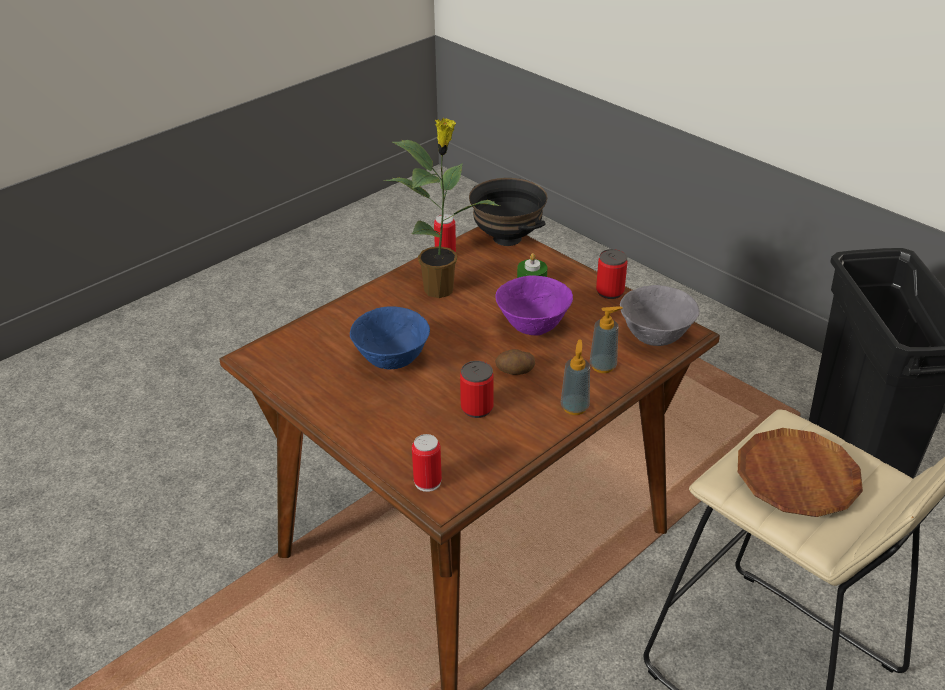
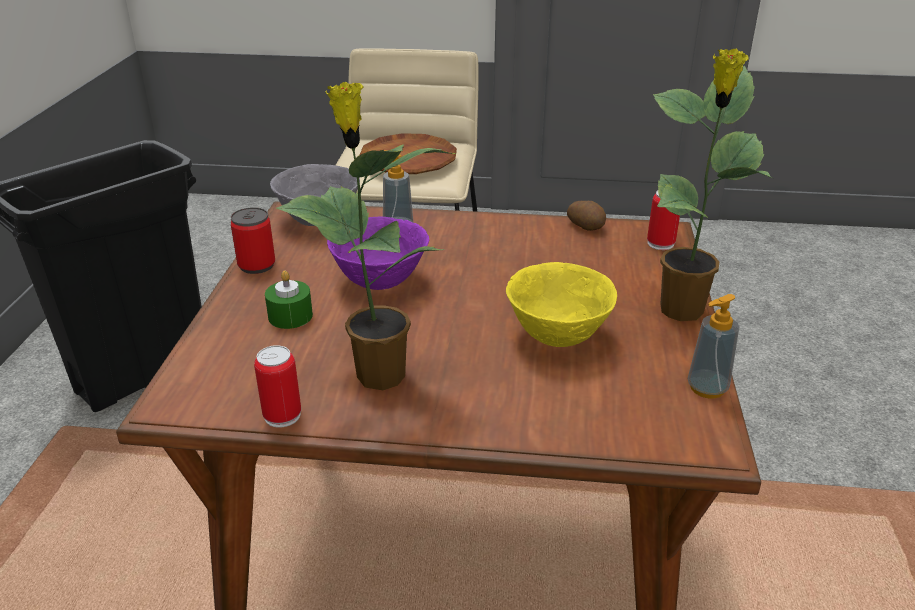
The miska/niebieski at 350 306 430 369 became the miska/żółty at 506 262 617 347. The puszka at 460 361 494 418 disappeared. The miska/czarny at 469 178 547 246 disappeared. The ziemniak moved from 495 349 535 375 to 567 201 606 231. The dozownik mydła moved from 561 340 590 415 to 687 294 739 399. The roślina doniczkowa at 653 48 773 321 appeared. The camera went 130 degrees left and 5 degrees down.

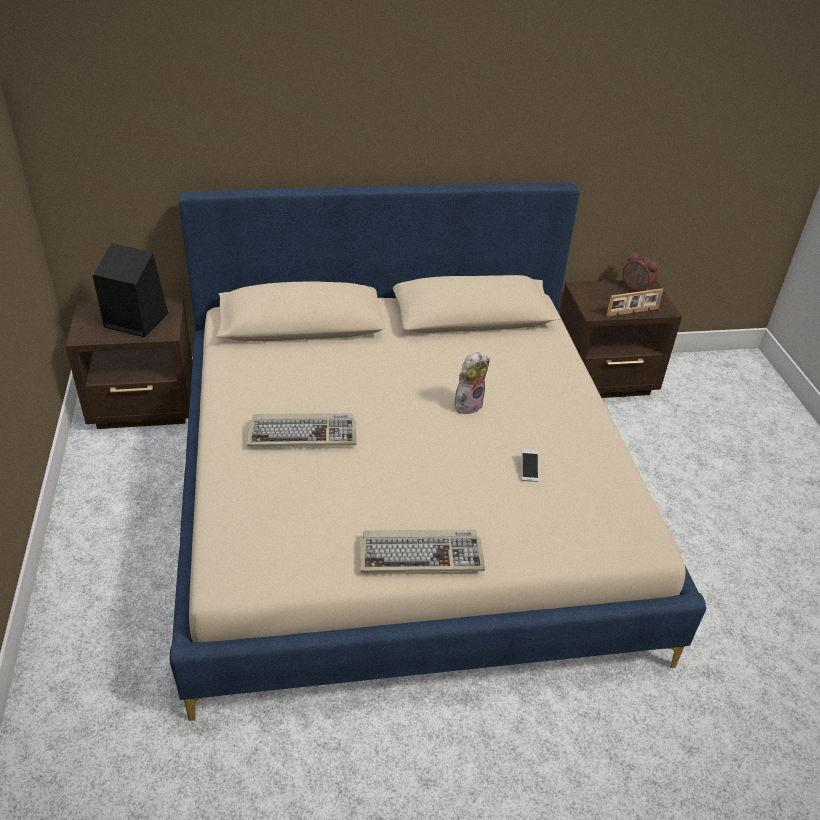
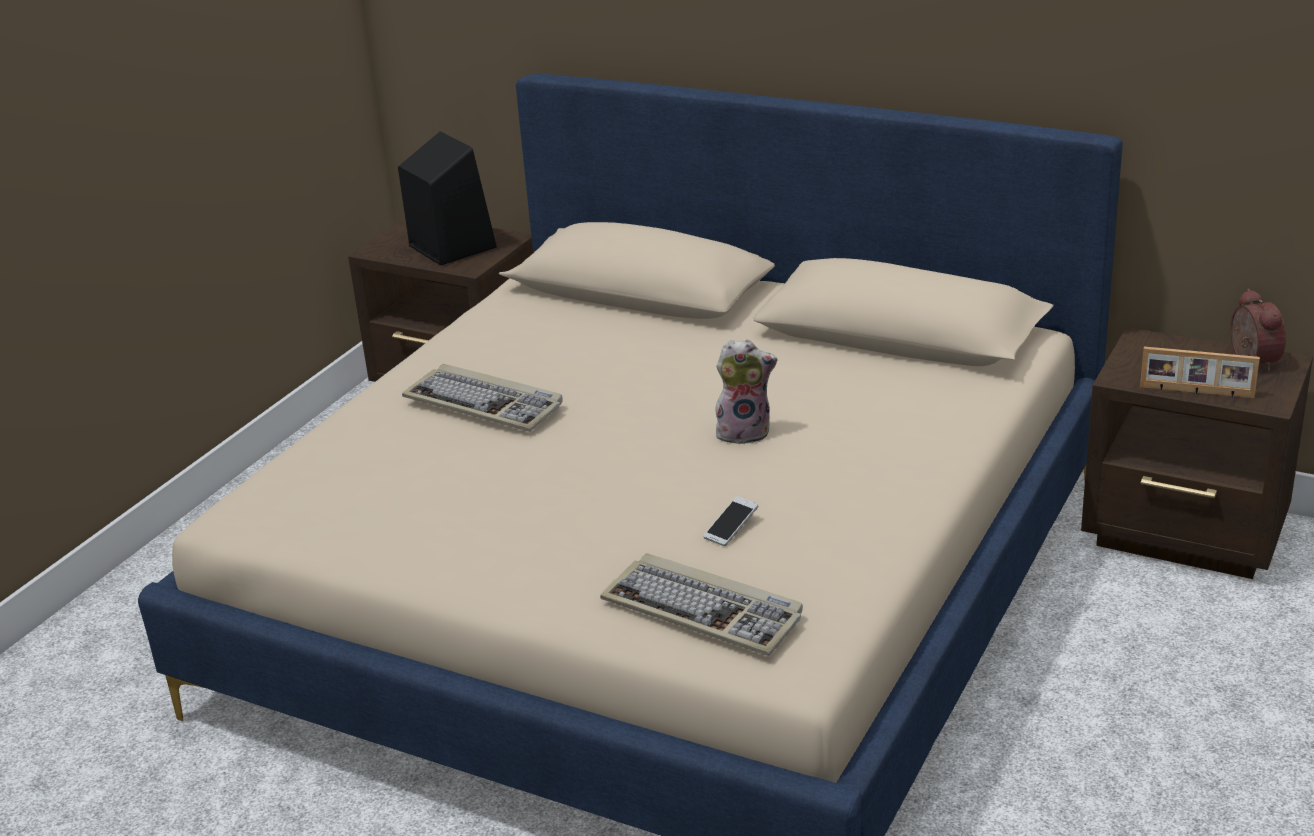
The klawiatura moved from 360 529 485 573 to 600 553 803 656. The camera went 40 degrees right and 10 degrees down.

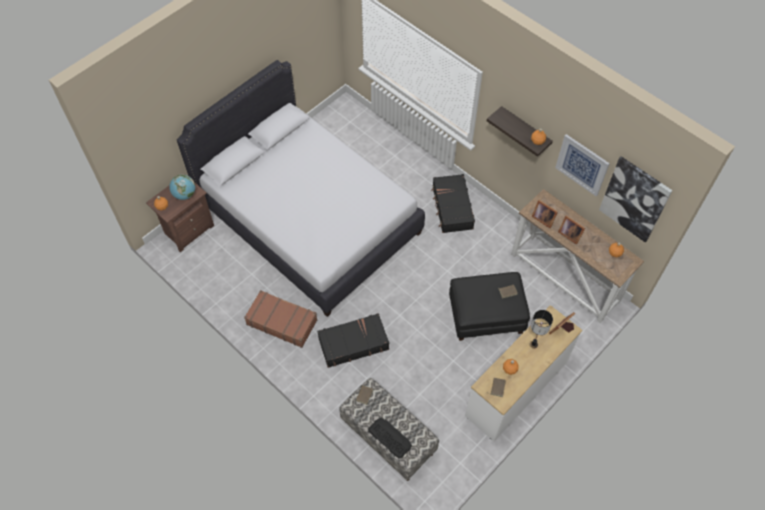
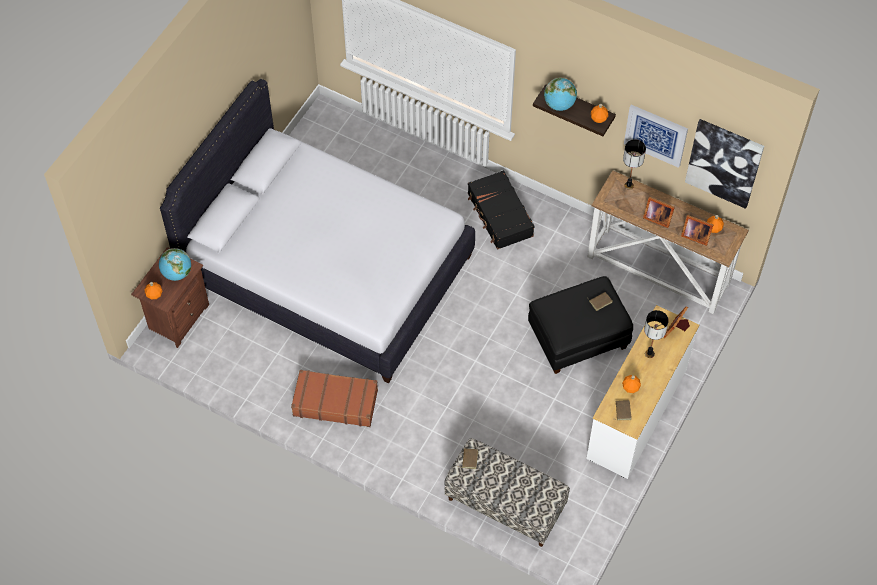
The walizka/czarny at 318 313 389 368 disappeared. The klawiatura at 368 418 412 458 disappeared. The ramka na zdjęcie moved from 531 200 558 228 to 681 215 714 246. The globus at 544 78 577 111 appeared. The lampa stołowa at 623 139 646 190 appeared. The camera went 15 degrees left and 0 degrees up.

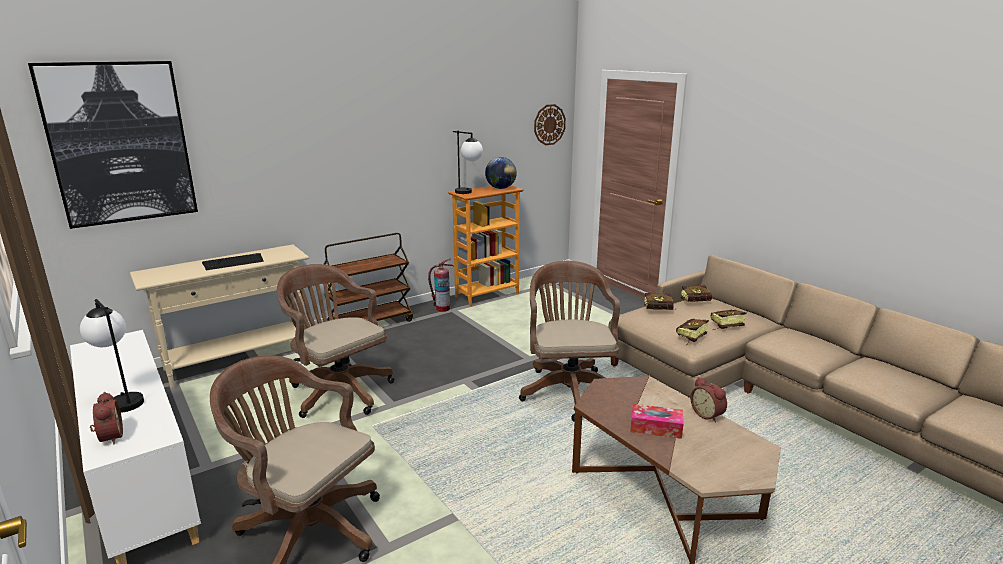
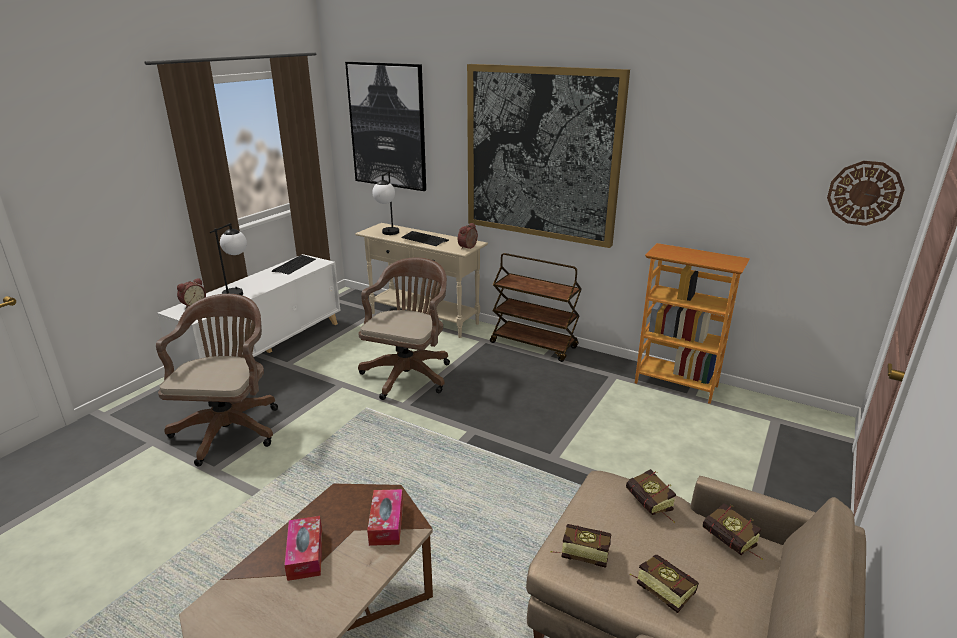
The gaśnica at 428 259 454 312 disappeared. The lampa stołowa moved from 453 131 483 194 to 372 170 399 235. The globus at 485 157 517 189 disappeared. The krzesło biurowe/brązowy at 519 261 620 421 disappeared. The budzik moved from 690 377 727 423 to 458 223 478 249. The klawiatura at 272 255 316 275 appeared. The pudełko chusteczek at 367 489 403 546 appeared. The obraz at 467 64 630 248 appeared. The camera went 65 degrees right and 5 degrees up.

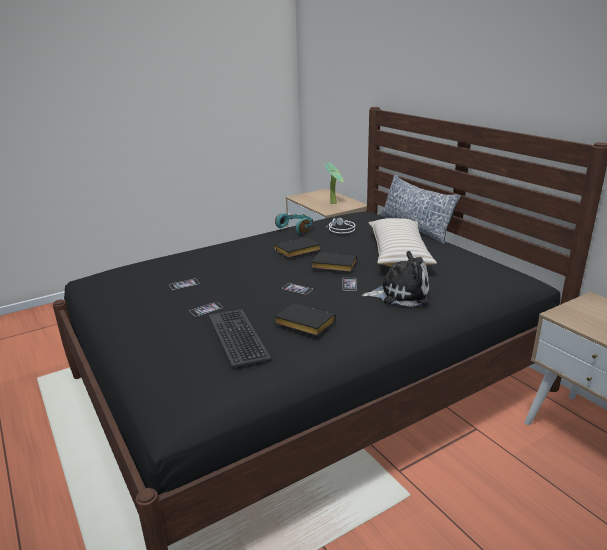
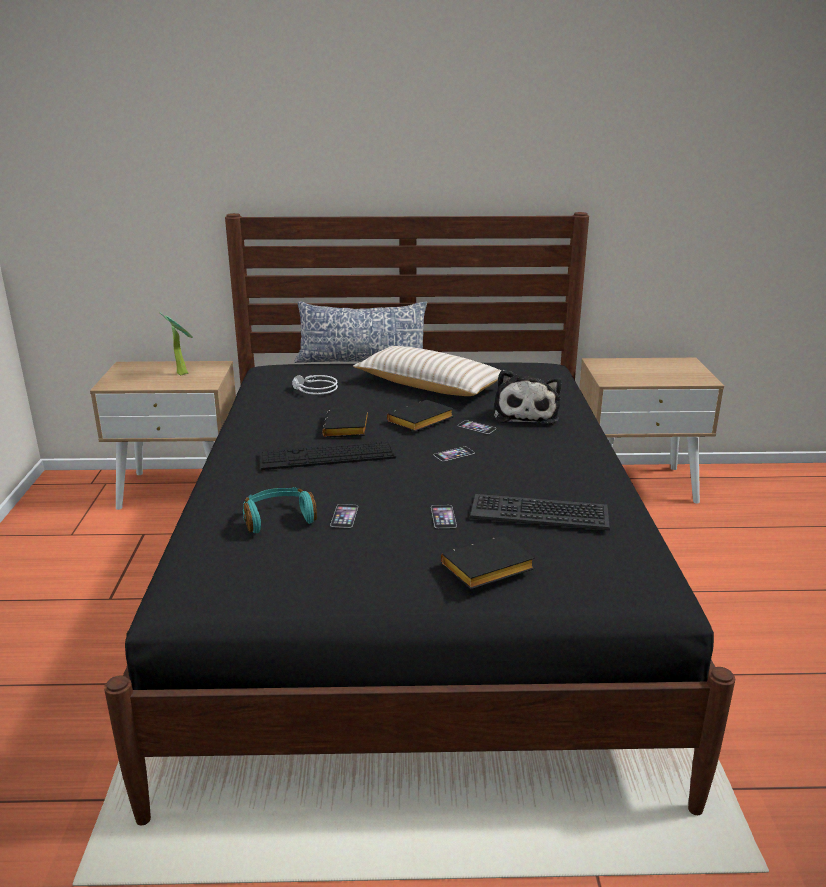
The książka/czarny moved from 274 303 336 336 to 441 535 535 590. The słuchawki/turkusowy moved from 275 213 313 234 to 243 487 317 533. The pluszak at 362 251 429 307 turned 150 degrees clockwise. The klawiatura at 260 441 396 470 appeared. The camera went 60 degrees left and 0 degrees up.

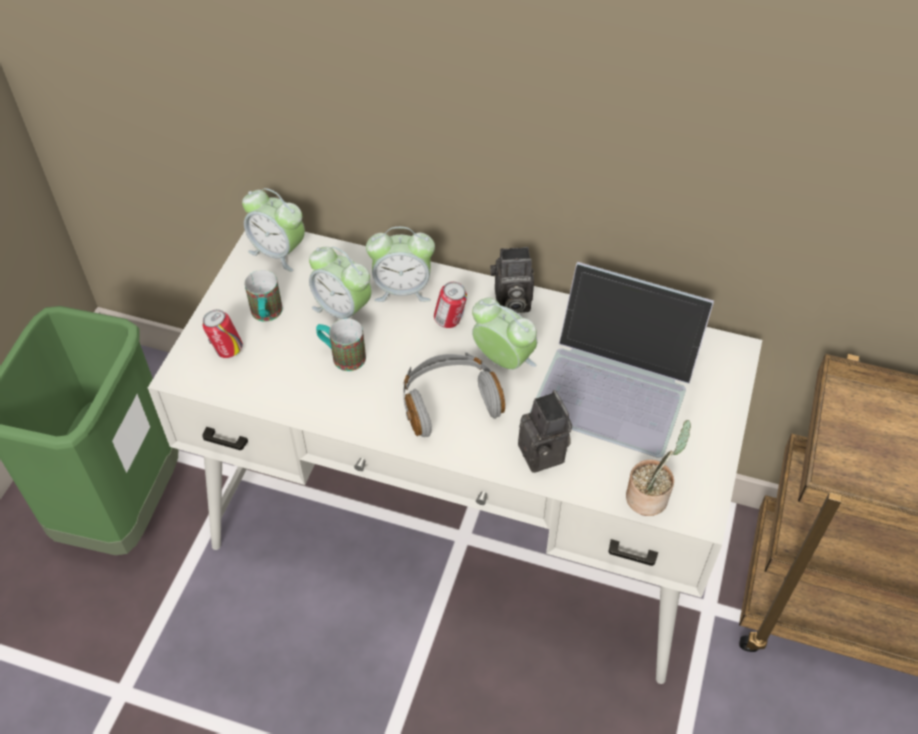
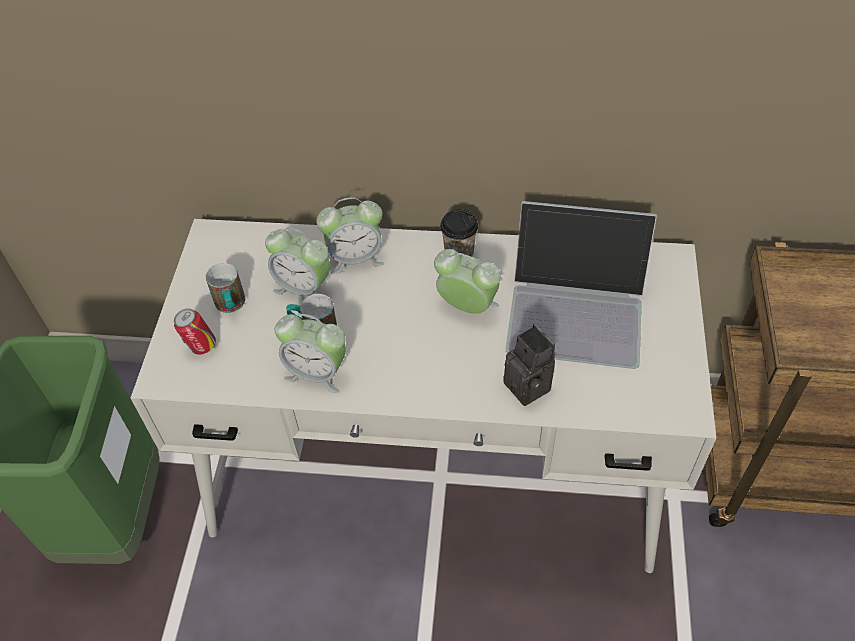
The budzik moved from 242 188 305 272 to 275 314 346 393. The słuchawki/szary at 403 352 505 437 disappeared. The puszka at 434 282 467 328 disappeared. The aparat fotograficzny at 490 247 534 313 was replaced by the filiżanka at 440 209 478 257. The roślina doniczkowa at 626 420 691 516 disappeared. The camera went 10 degrees left and 0 degrees up.

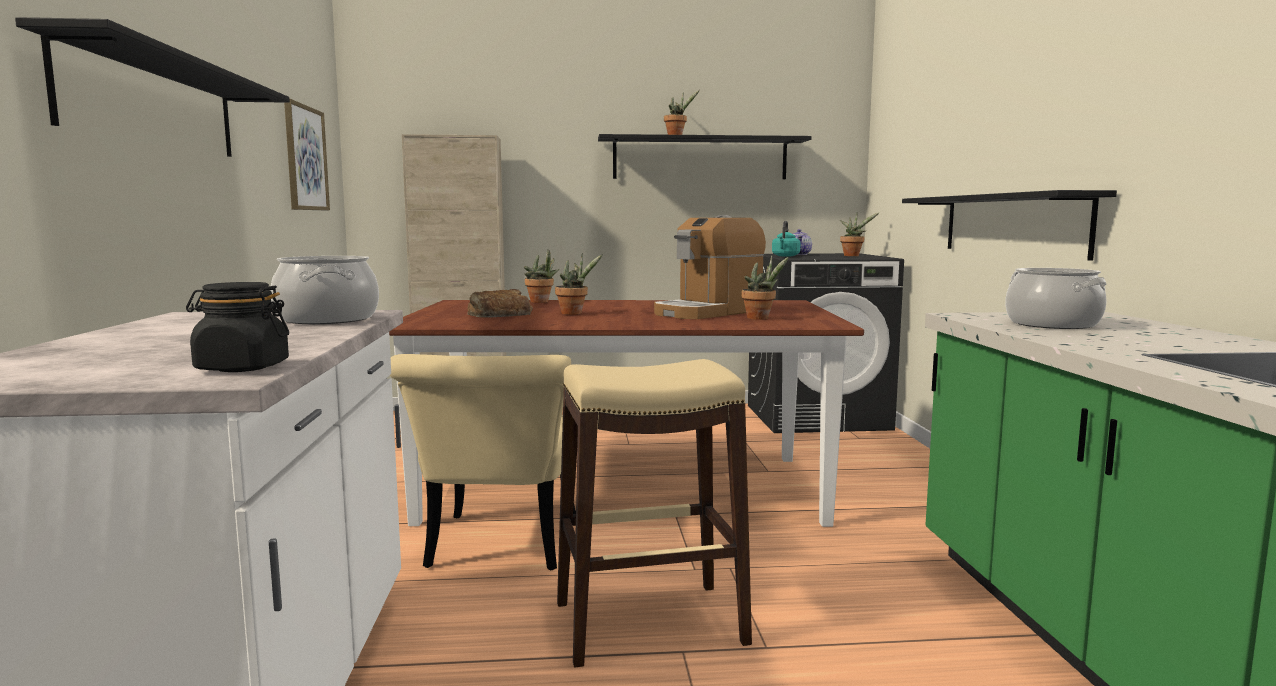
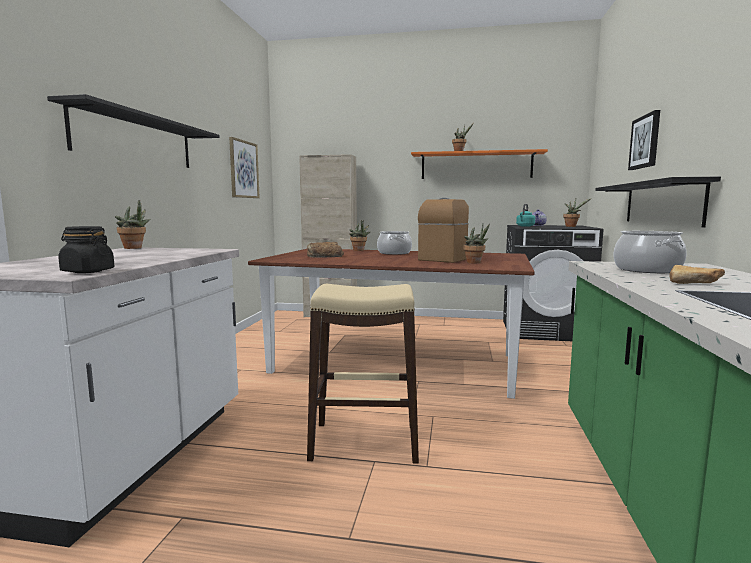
The garnek moved from 270 256 379 324 to 377 231 412 255. The krzesło/beżowy at 390 354 576 570 disappeared. The roślina doniczkowa moved from 555 253 603 315 to 115 200 151 249. The półka/czarny at 598 134 812 179 became the półka/pomarańczowy at 411 149 548 179. The ekspres do kawy at 654 215 766 319 turned 150 degrees clockwise. The obraz at 628 110 660 170 appeared. The chleb at 669 265 725 284 appeared. The camera went 15 degrees right and 0 degrees up.

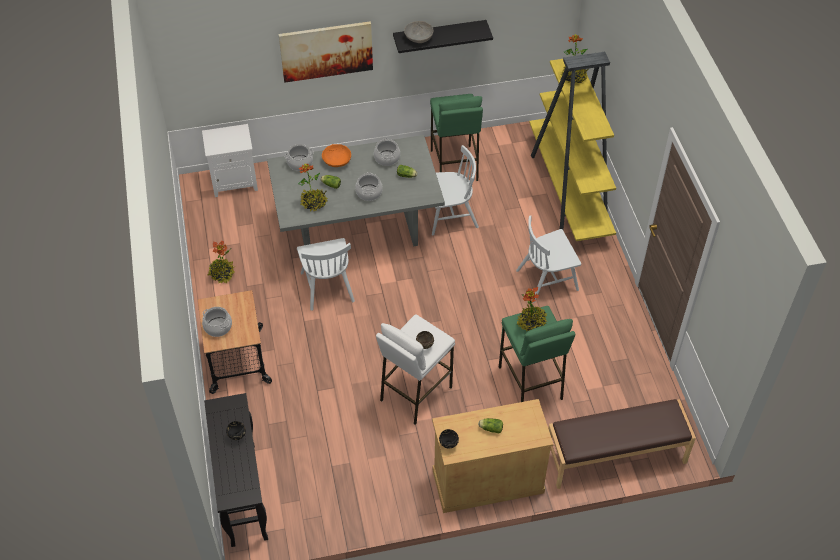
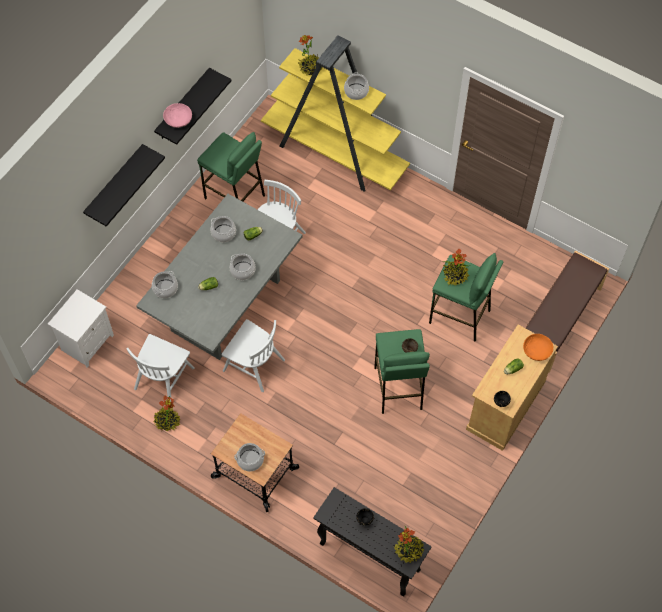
The obraz at 278 21 373 83 was replaced by the półka/czarny at 83 144 165 227. The roślina doniczkowa moved from 298 163 328 212 to 394 526 424 563. The miska/pomarańczowy moved from 322 144 351 167 to 523 334 554 361. The stołek/biały at 376 314 455 425 became the stołek/zielony at 374 329 430 414. The miska/szary at 404 21 433 43 became the miska/różowy at 163 103 192 128. The krzesło/biały moved from 516 215 581 303 to 127 334 195 402. The garnek at 344 73 369 100 appeared. The camera went 45 degrees left and 10 degrees up.

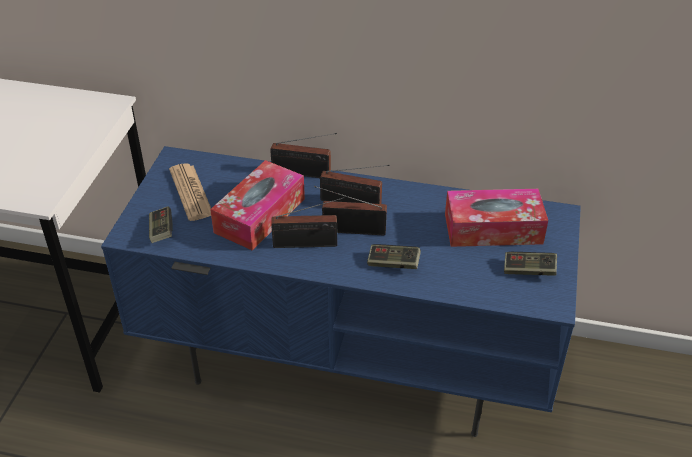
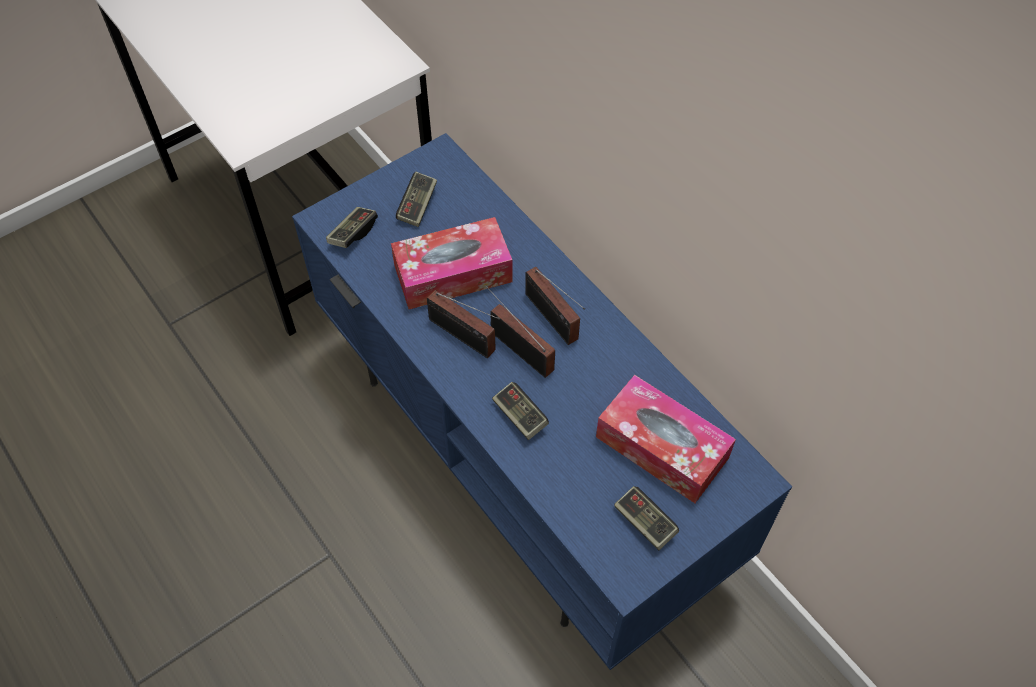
The gazeta at 169 163 211 221 was replaced by the pad do gier at 396 172 437 227. The radio at 270 133 337 178 disappeared. The camera went 40 degrees right and 15 degrees up.

